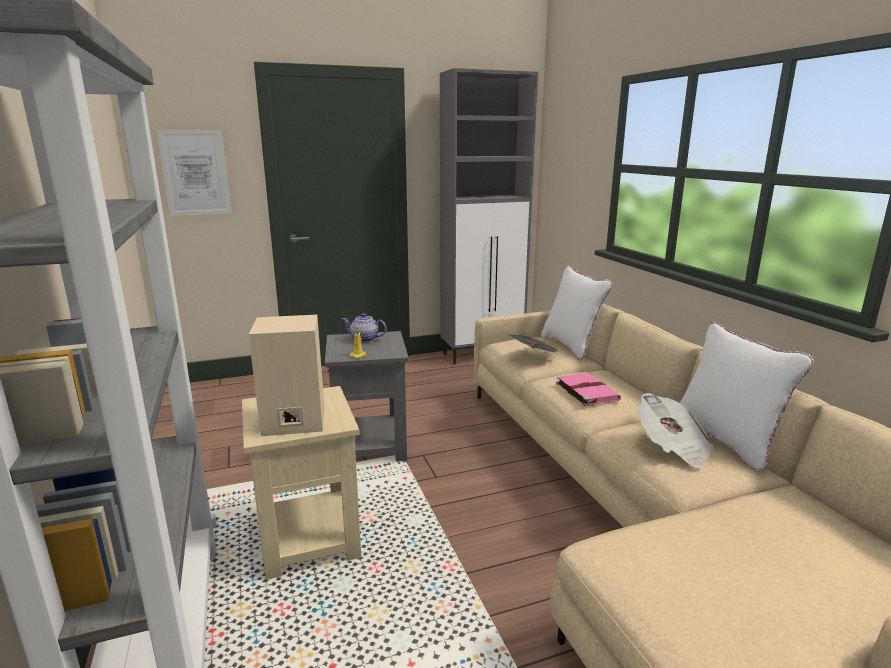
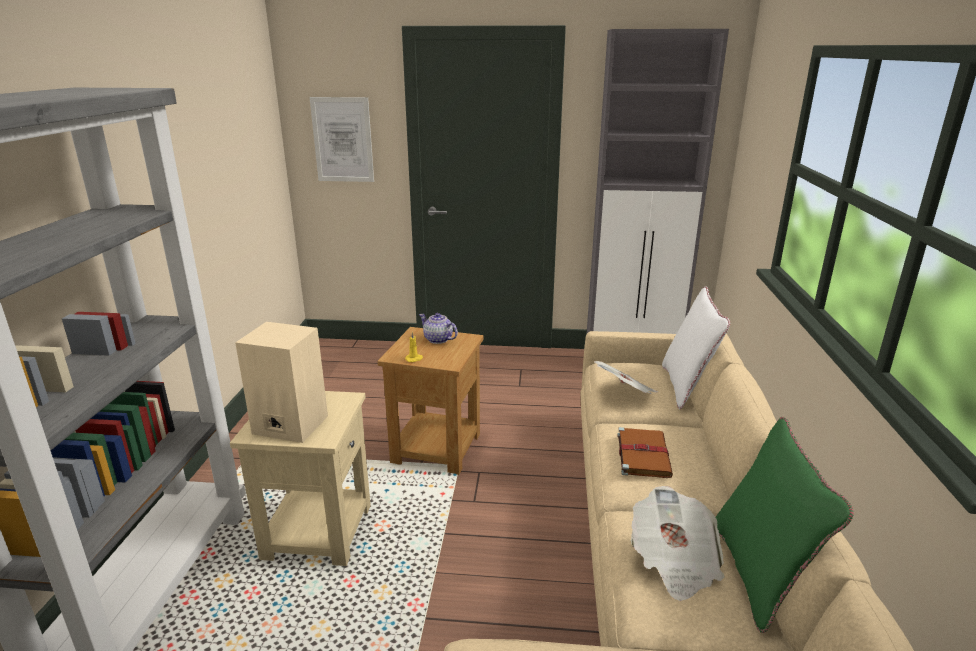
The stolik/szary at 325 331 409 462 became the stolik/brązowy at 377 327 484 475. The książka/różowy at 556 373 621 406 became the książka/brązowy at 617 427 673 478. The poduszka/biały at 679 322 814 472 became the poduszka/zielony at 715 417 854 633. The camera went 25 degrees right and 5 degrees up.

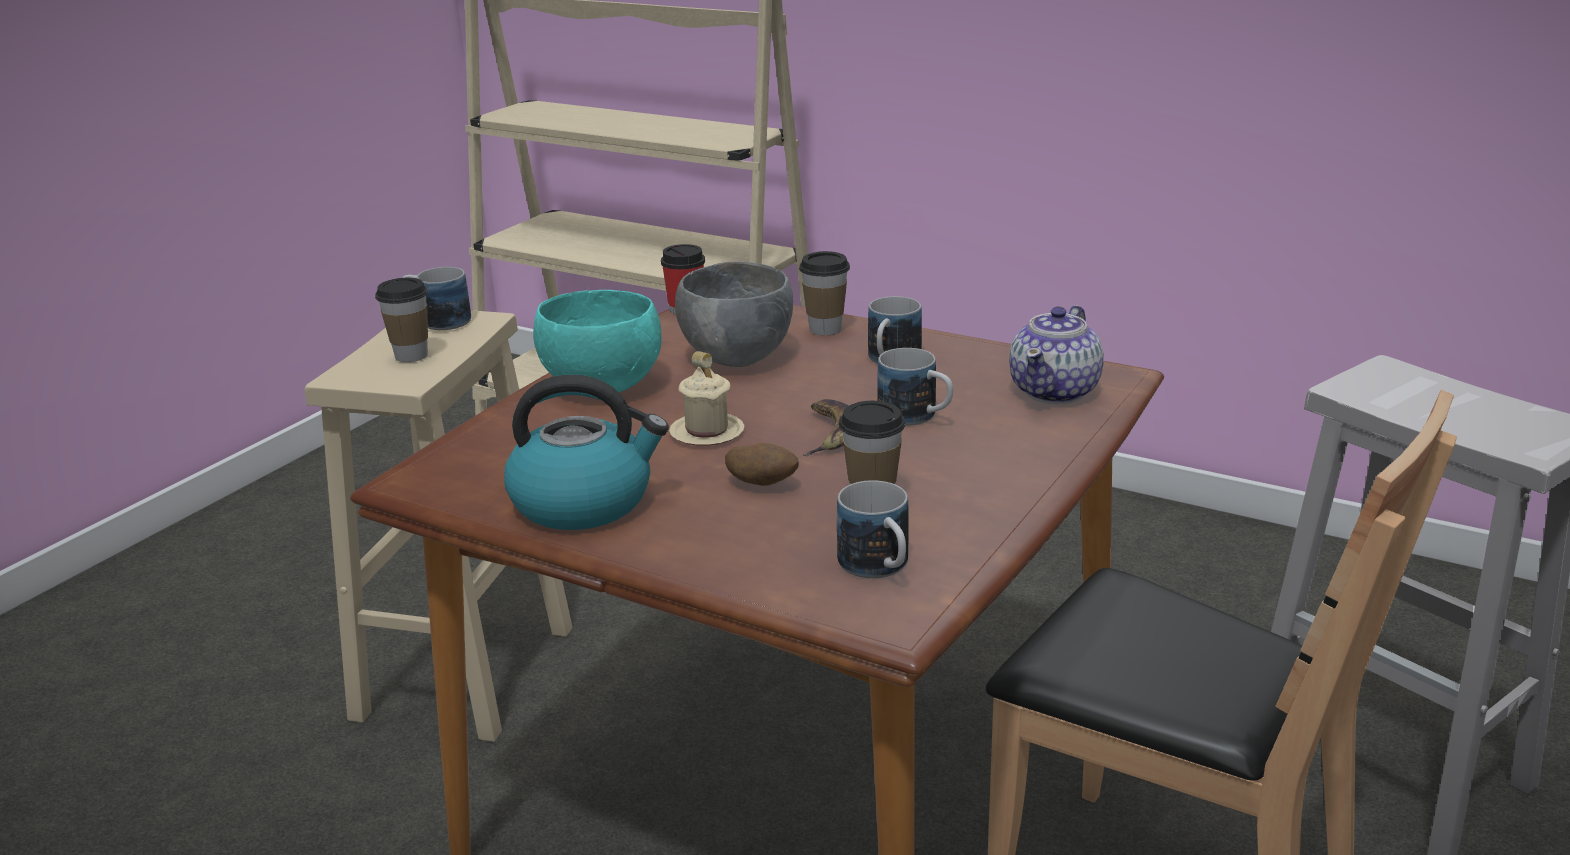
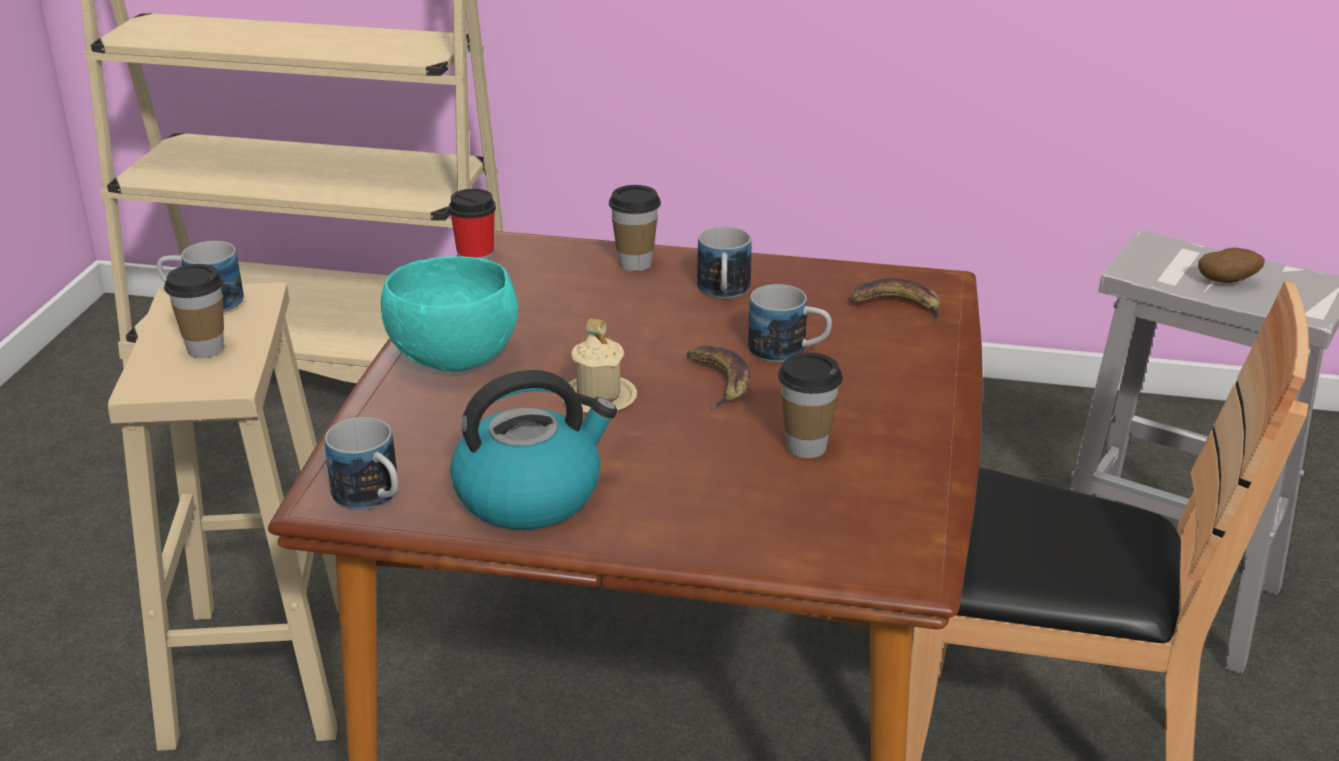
The miska/szary at 675 261 793 367 disappeared. The ziemniak moved from 725 443 799 486 to 1198 247 1265 283. The kubek moved from 837 480 909 578 to 325 417 398 510. The imbryk at 1009 305 1104 404 was replaced by the banan at 849 278 940 322. The camera went 20 degrees left and 5 degrees up.

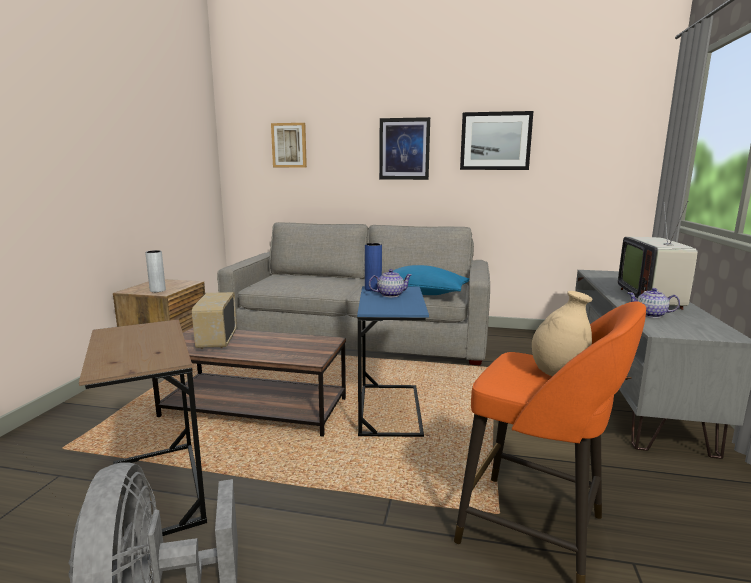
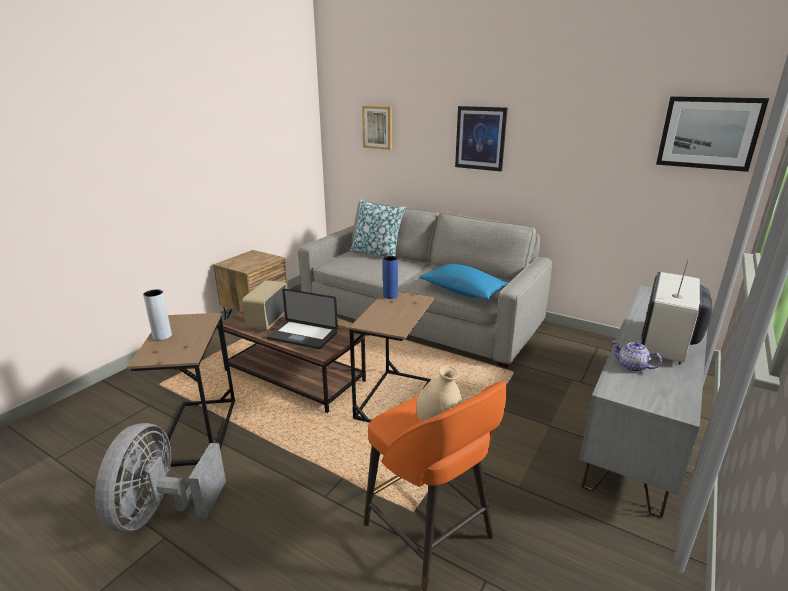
The wazon/szary moved from 145 250 166 292 to 143 289 172 340. The stolik/niebieski at 357 286 429 437 became the stolik/brązowy at 349 292 435 422. The imbryk at 369 269 412 297 disappeared. The obraz moved from 460 111 534 170 to 656 96 769 172. The laptop at 266 289 338 349 appeared. The poduszka at 349 199 406 258 appeared. The camera went 20 degrees right and 10 degrees up.

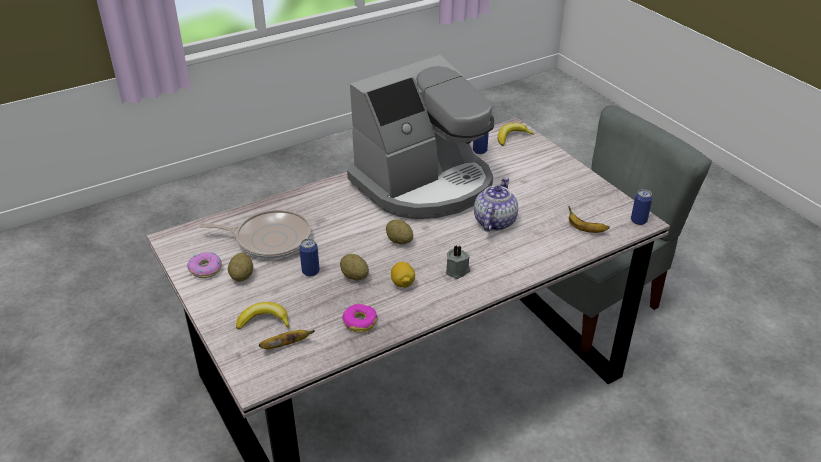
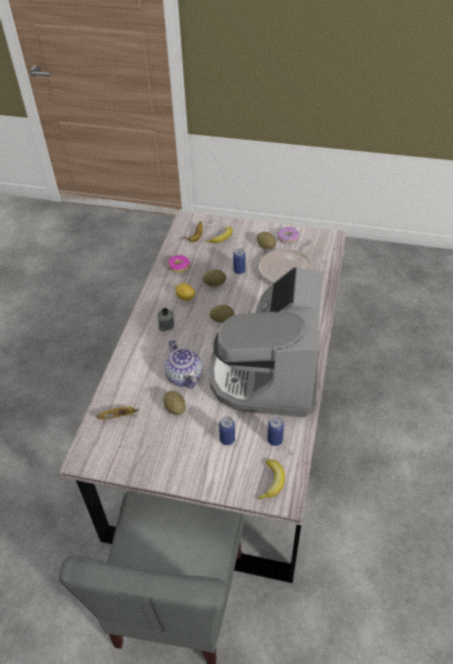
The puszka moved from 631 189 653 225 to 219 416 235 445. The ziemniak at 163 391 186 415 appeared. The camera went 135 degrees right and 10 degrees up.

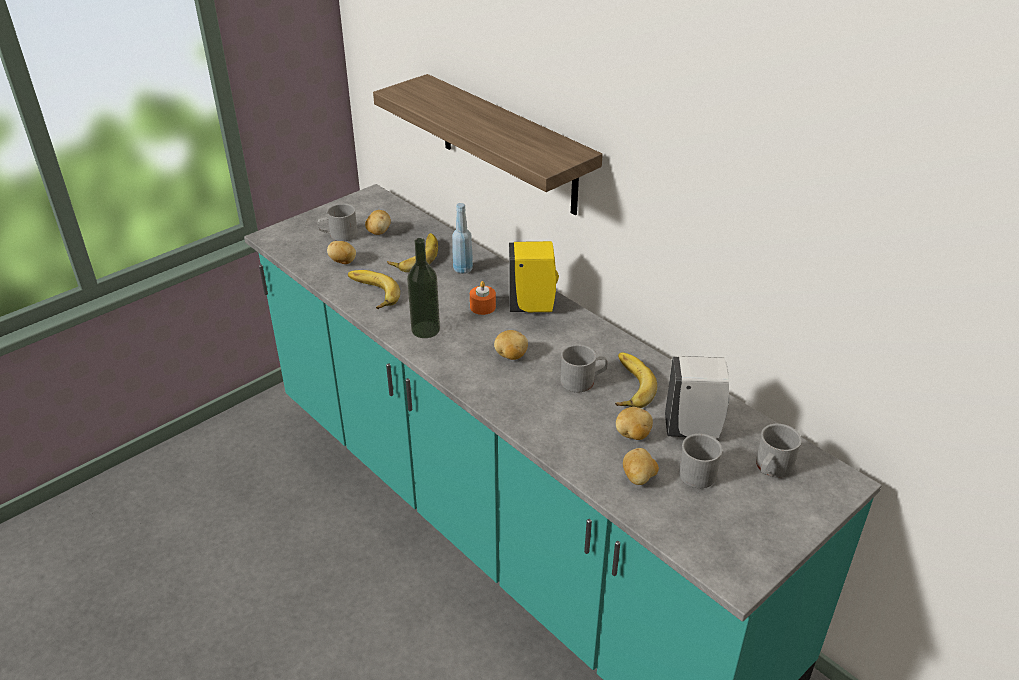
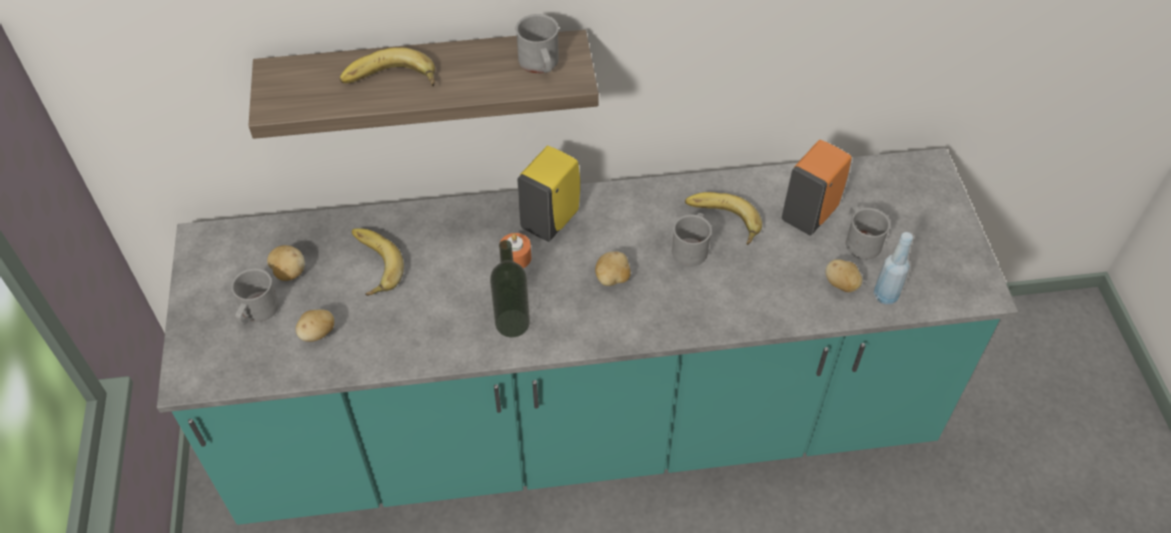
The banan moved from 348 270 400 309 to 340 47 435 86. The butelka/niebieski moved from 452 203 473 274 to 874 232 913 305. The ziemniak at 616 407 653 440 disappeared. The dozownik mydła/biały at 665 356 729 438 became the dozownik mydła/pomarańczowy at 782 140 852 235. The kubek/szary moved from 756 424 802 478 to 516 14 559 74. The camera went 55 degrees left and 15 degrees up.

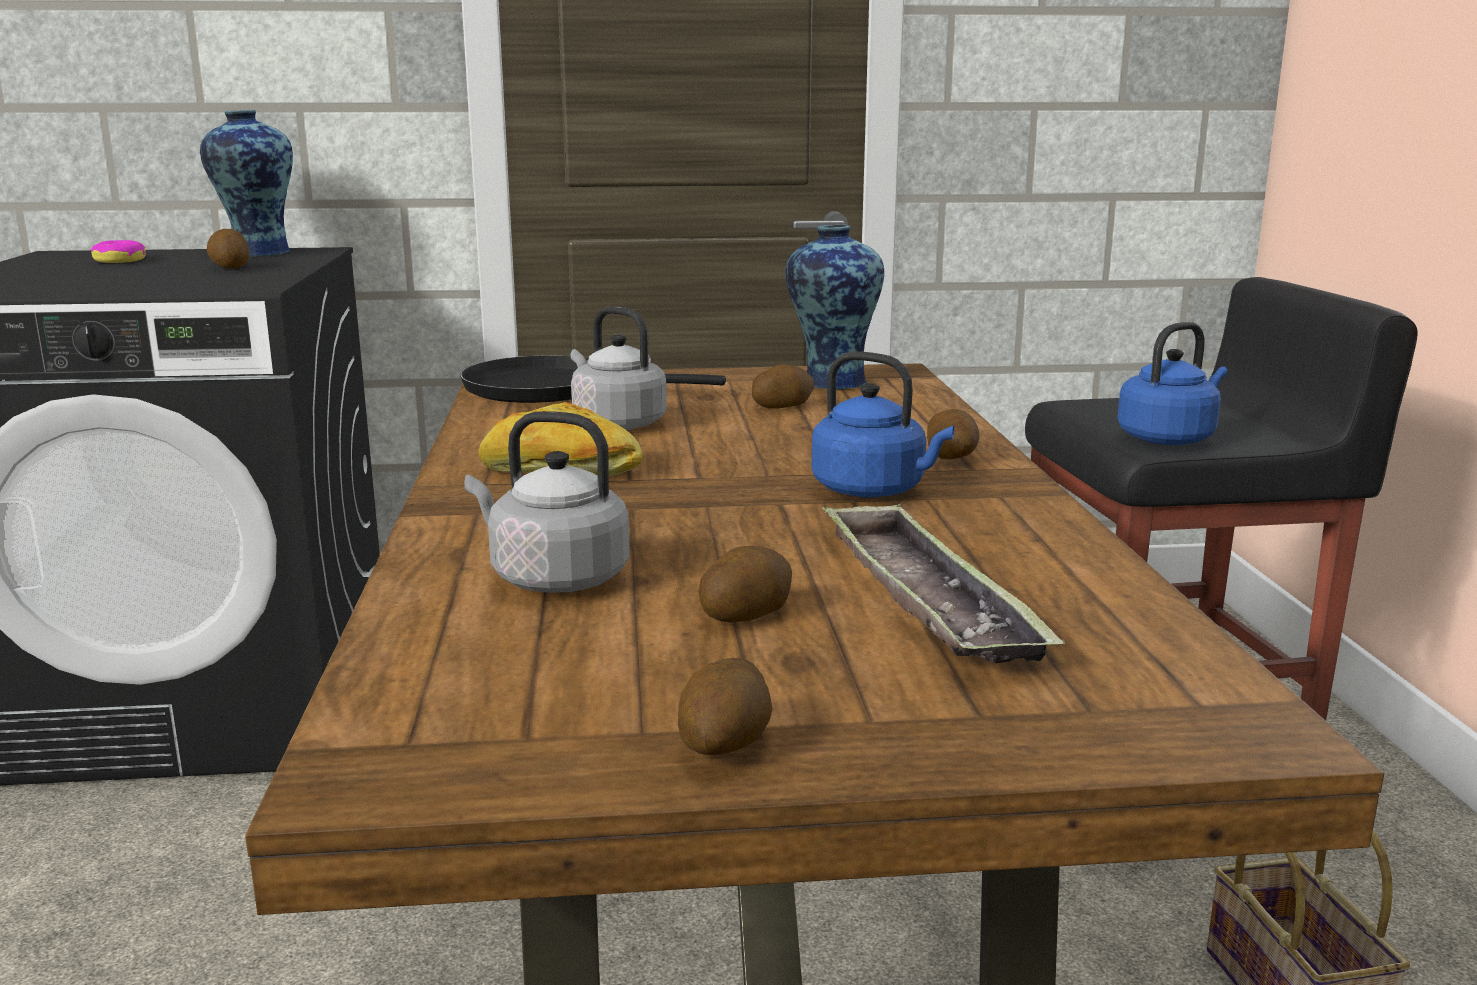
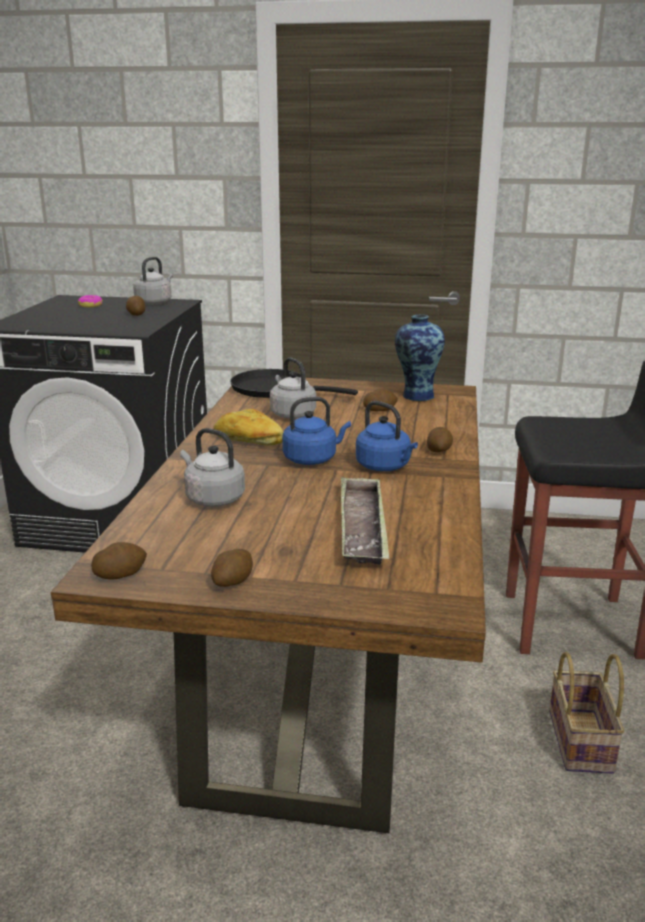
The wazon at 200 110 293 256 was replaced by the czajnik/szary at 133 257 173 305. The ziemniak moved from 698 546 792 623 to 91 542 147 580. The czajnik/niebieski moved from 1117 322 1228 445 to 282 397 351 465. The camera went 15 degrees right and 5 degrees up.

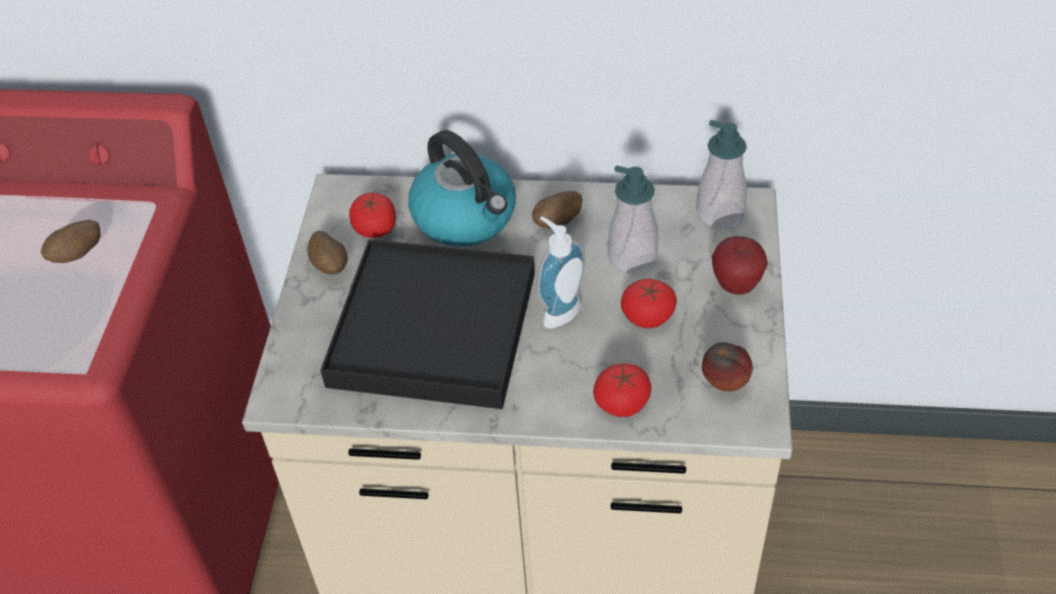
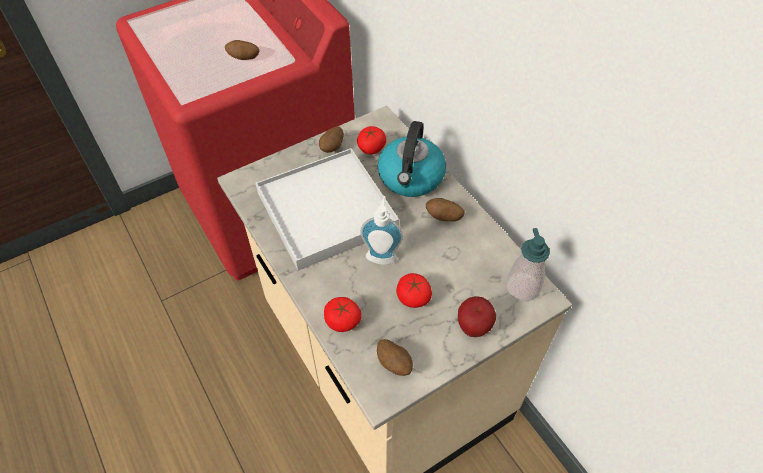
The taca/czarny at 320 239 535 409 became the taca/biały at 256 148 399 271. The dozownik mydła at 608 165 658 274 disappeared. The jabłko at 702 342 753 391 was replaced by the ziemniak at 377 339 413 376. The camera went 50 degrees right and 5 degrees up.

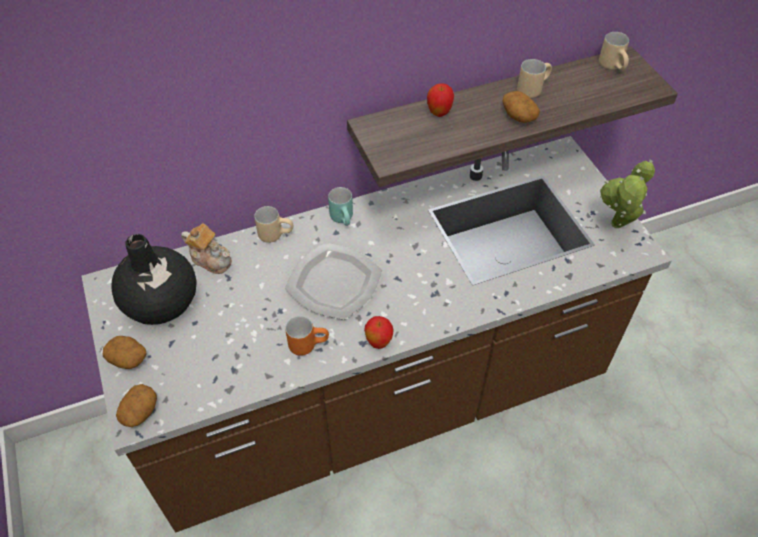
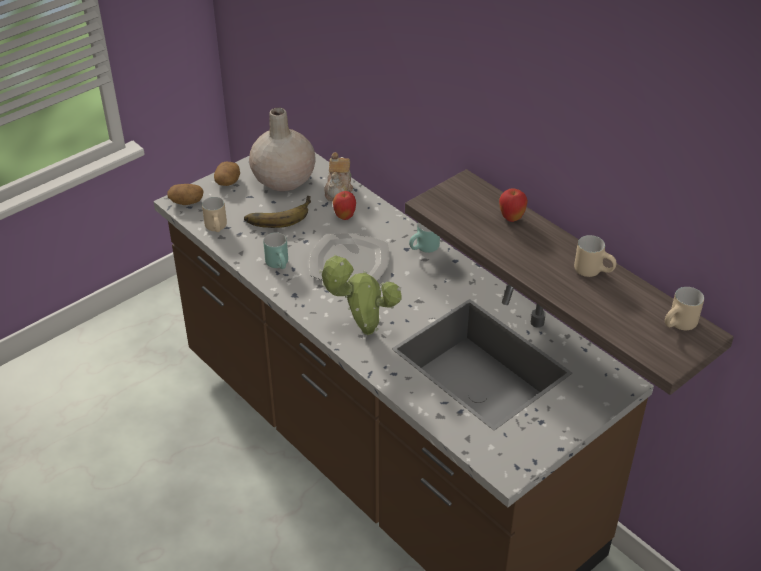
The wazon/czarny at 111 234 197 325 became the wazon/beżowy at 249 108 316 191. The kubek/beżowy moved from 254 206 293 243 to 202 197 227 232. The kubek/pomarańczowy at 285 316 329 356 became the kubek/turkusowy at 263 232 288 269. The jabłko moved from 364 316 394 349 to 333 191 356 220. The ziemniak at 502 91 540 123 disappeared. The roślina doniczkowa moved from 600 159 655 228 to 319 254 401 335. The banan at 244 196 311 228 appeared. The camera went 70 degrees right and 10 degrees down.

